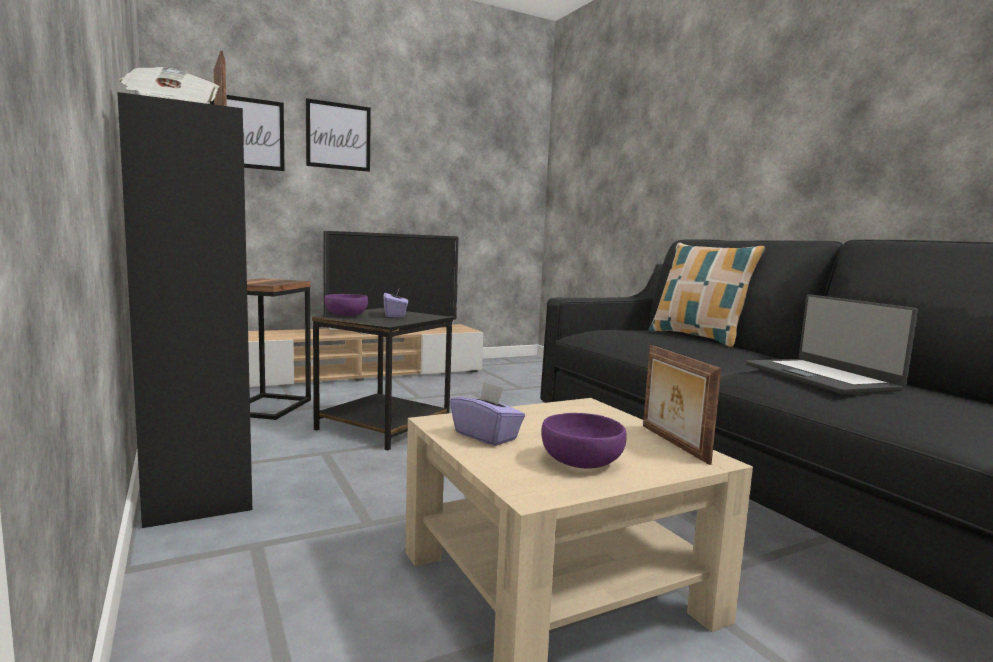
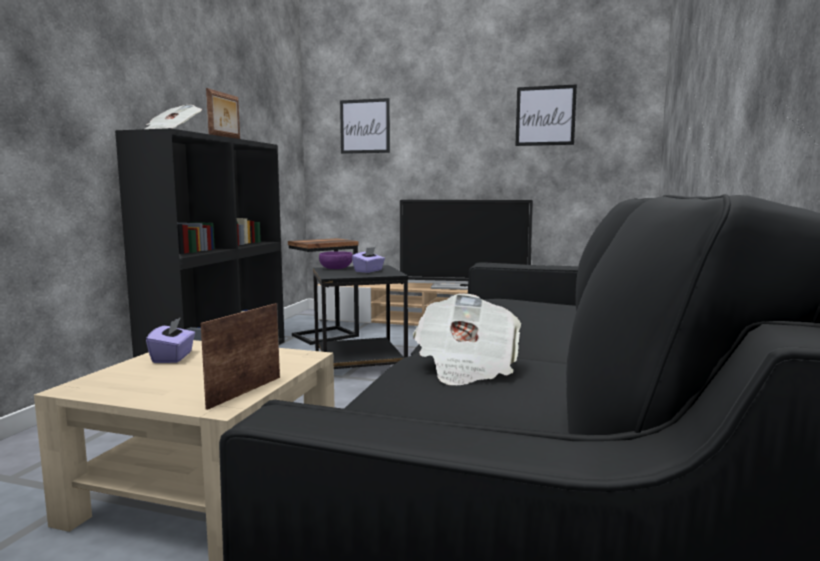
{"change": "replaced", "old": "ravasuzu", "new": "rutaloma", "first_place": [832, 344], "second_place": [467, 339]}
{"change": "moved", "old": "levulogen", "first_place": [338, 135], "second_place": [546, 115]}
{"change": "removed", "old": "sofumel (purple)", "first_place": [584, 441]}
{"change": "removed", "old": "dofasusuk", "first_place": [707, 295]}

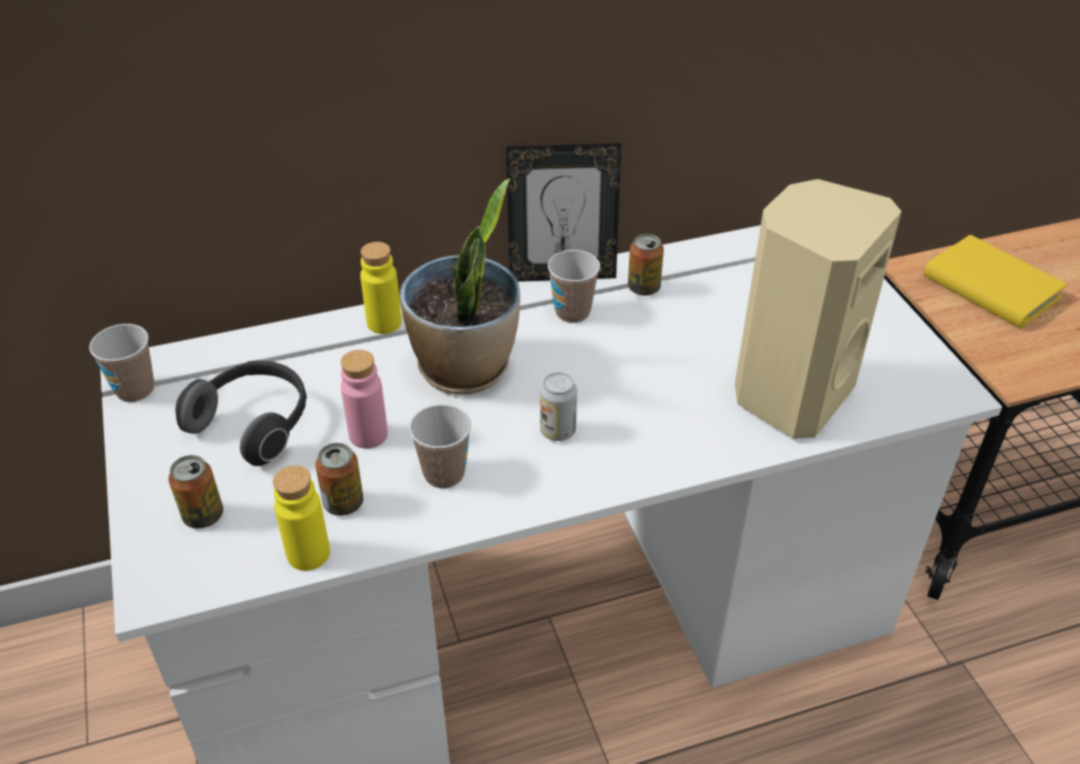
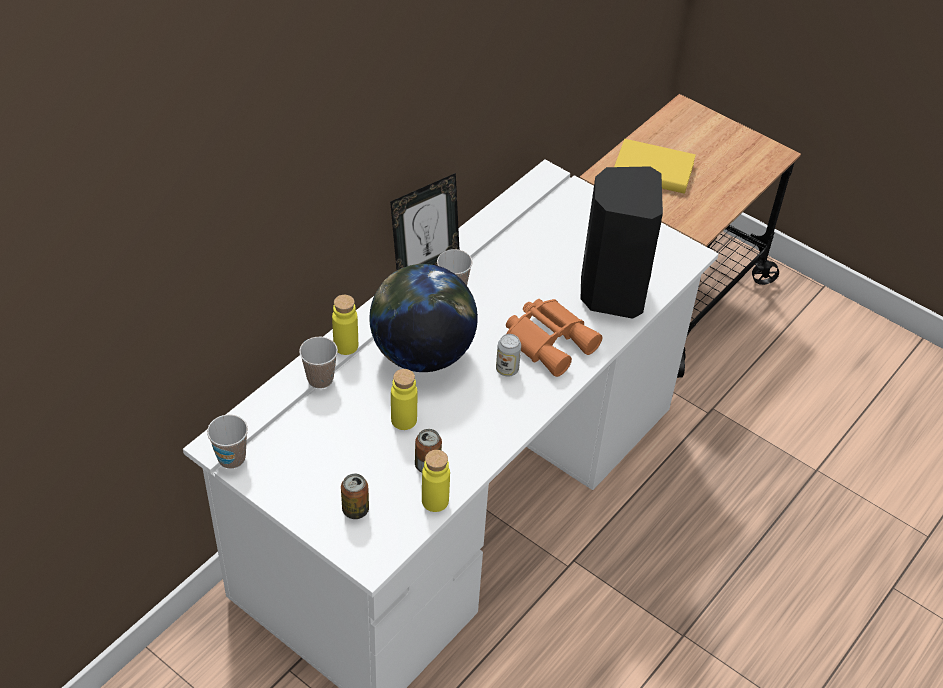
{"change": "moved", "old": "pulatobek", "first_place": [440, 446], "second_place": [318, 363]}
{"change": "replaced", "old": "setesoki", "new": "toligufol", "first_place": [460, 286], "second_place": [423, 318]}
{"change": "recoloured", "old": "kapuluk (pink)", "new": "kapuluk (yellow)", "first_place": [364, 399], "second_place": [404, 399]}
{"change": "added", "new": "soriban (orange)", "second_place": [554, 338]}
{"change": "recoloured", "old": "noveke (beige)", "new": "noveke (black)", "first_place": [818, 309], "second_place": [622, 242]}
{"change": "removed", "old": "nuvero", "first_place": [241, 413]}
{"change": "removed", "old": "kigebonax", "first_place": [646, 265]}

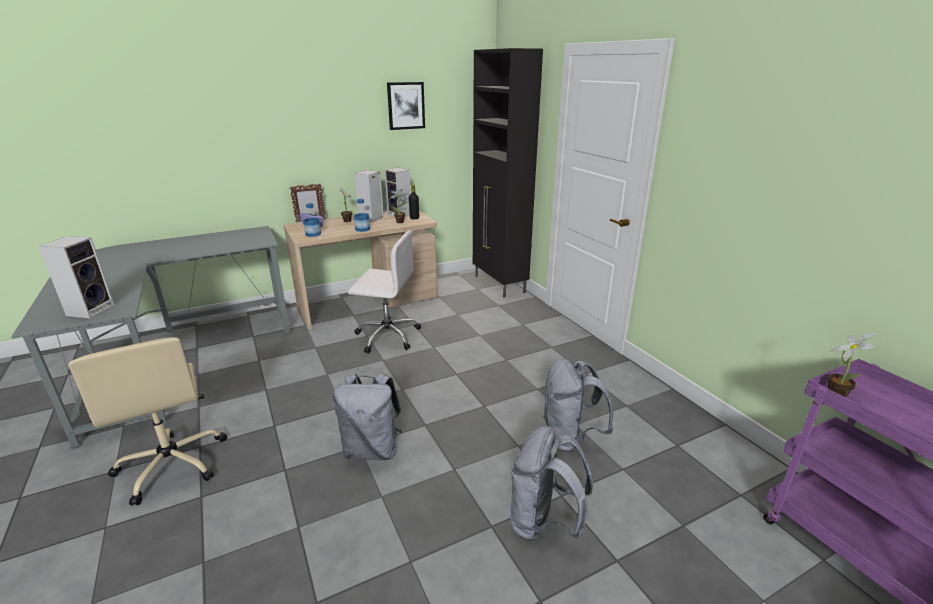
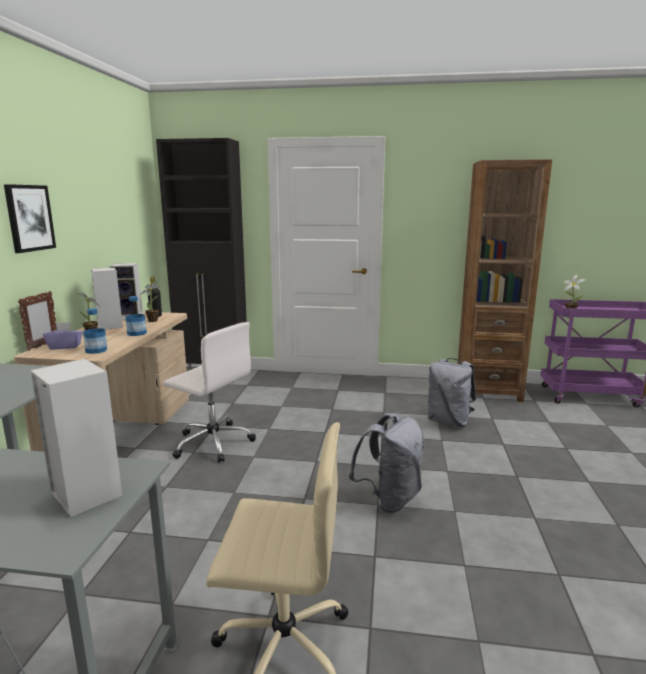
{"change": "moved", "old": "levulogen", "first_place": [406, 106], "second_place": [30, 218]}
{"change": "turned", "old": "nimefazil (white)", "first_place": [384, 292], "second_place": [209, 392], "degrees": 75}
{"change": "added", "new": "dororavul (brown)", "second_place": [505, 280]}
{"change": "removed", "old": "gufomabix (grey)", "first_place": [551, 483]}

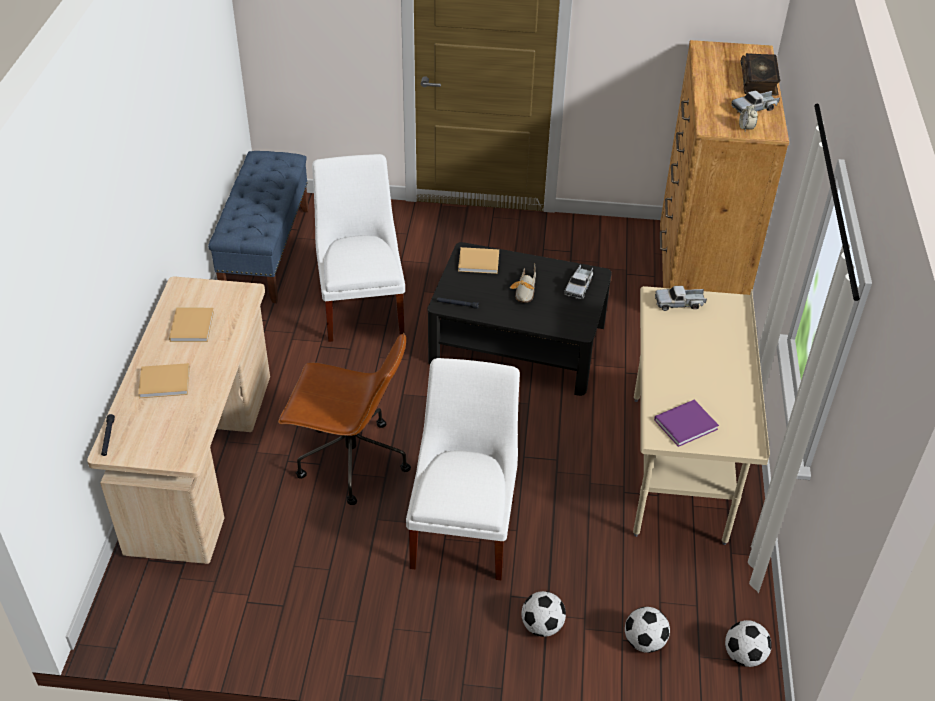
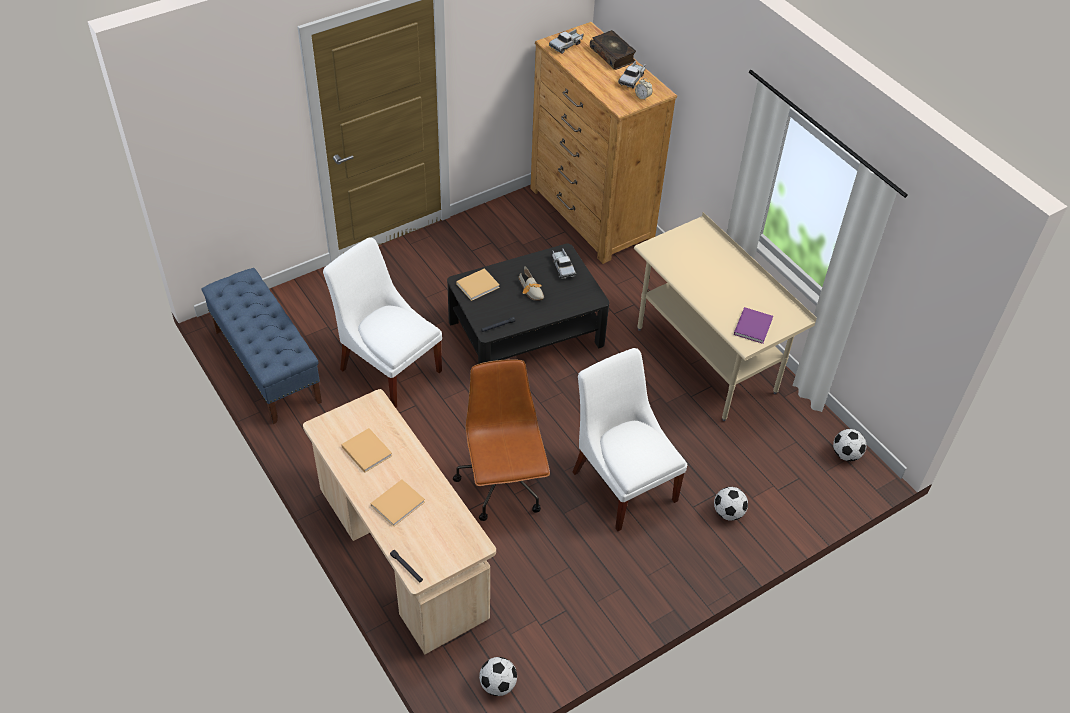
{"change": "turned", "old": "nimefazil (brown)", "first_place": [344, 419], "second_place": [501, 440], "degrees": -75}
{"change": "moved", "old": "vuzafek", "first_place": [647, 630], "second_place": [498, 676]}
{"change": "moved", "old": "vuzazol", "first_place": [681, 298], "second_place": [566, 41]}

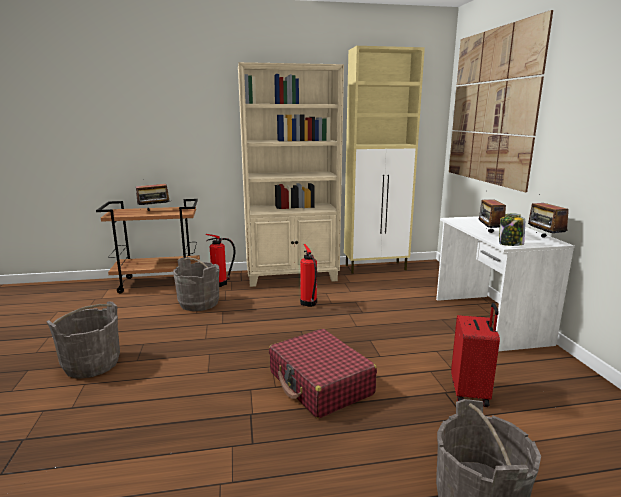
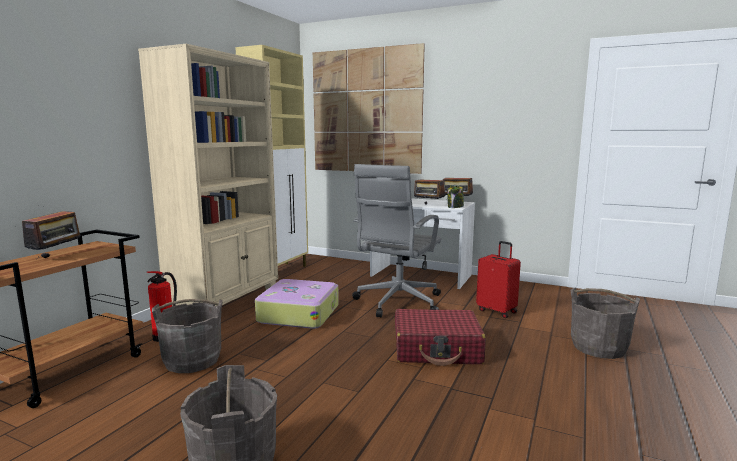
{"change": "replaced", "old": "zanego", "new": "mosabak", "first_place": [308, 275], "second_place": [297, 304]}
{"change": "added", "new": "nimefazil (grey)", "second_place": [396, 240]}

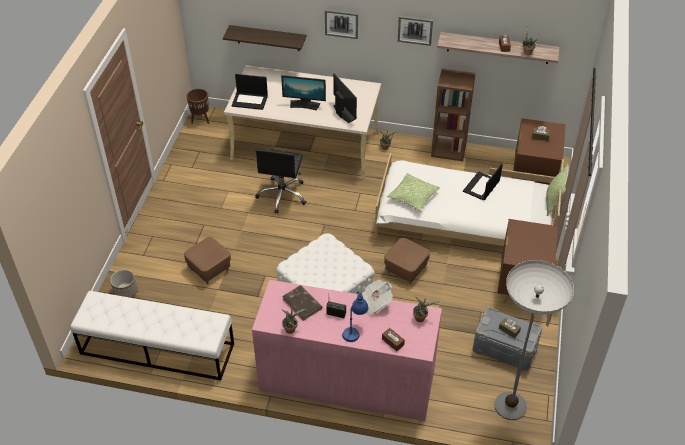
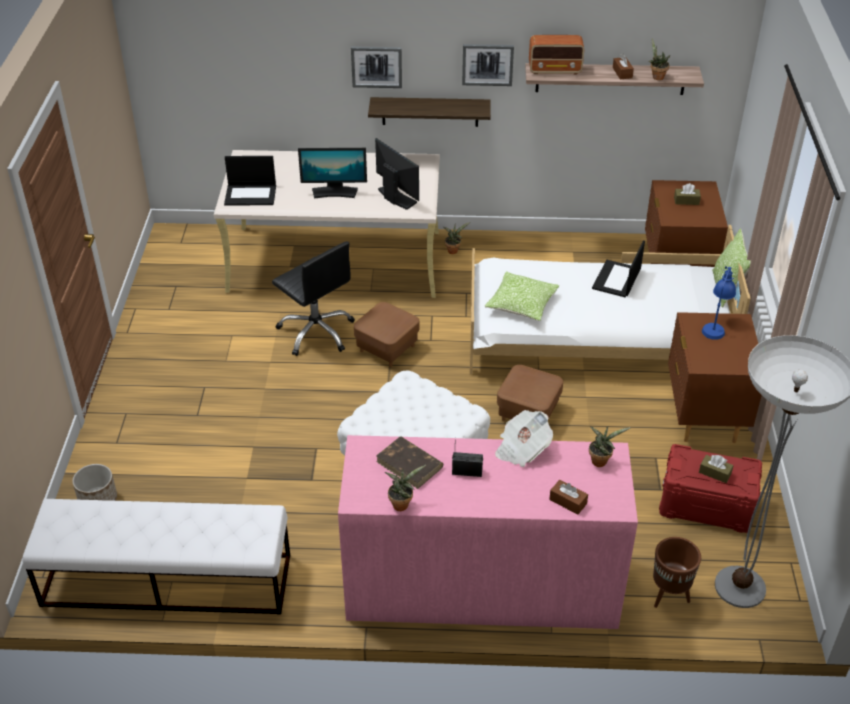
{"change": "turned", "old": "nimefazil (black)", "first_place": [280, 181], "second_place": [313, 298], "degrees": -45}
{"change": "moved", "old": "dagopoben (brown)", "first_place": [207, 260], "second_place": [386, 334]}
{"change": "moved", "old": "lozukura", "first_place": [264, 38], "second_place": [429, 112]}
{"change": "added", "new": "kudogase", "second_place": [556, 54]}
{"change": "moved", "old": "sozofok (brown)", "first_place": [197, 106], "second_place": [677, 572]}
{"change": "recoloured", "old": "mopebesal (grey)", "new": "mopebesal (red)", "first_place": [507, 339], "second_place": [710, 488]}
{"change": "moved", "old": "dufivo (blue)", "first_place": [355, 317], "second_place": [719, 303]}
{"change": "removed", "old": "dororavul (brown)", "first_place": [453, 114]}

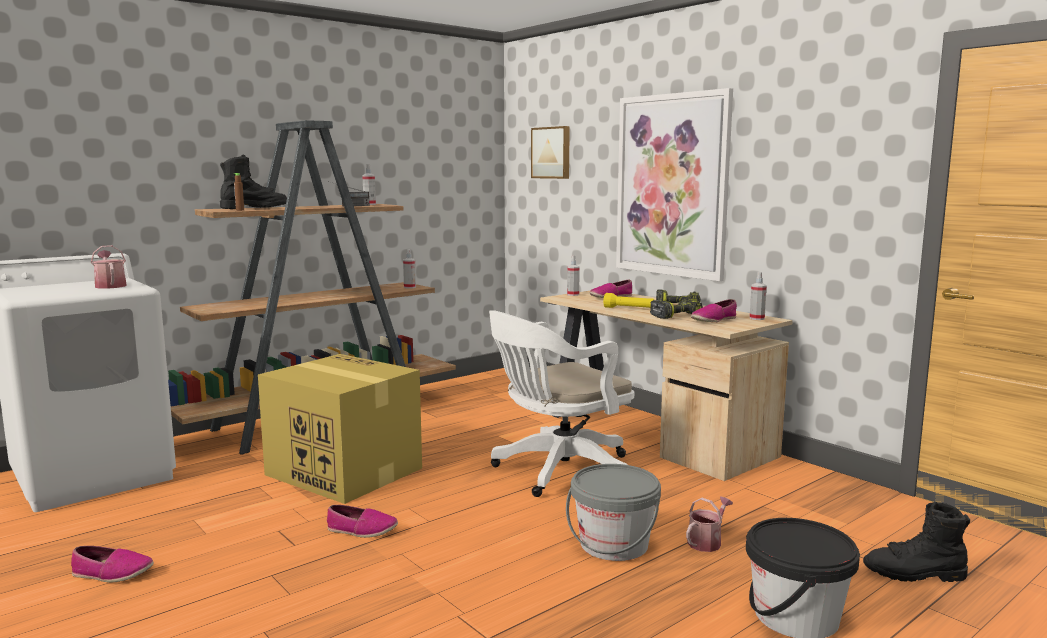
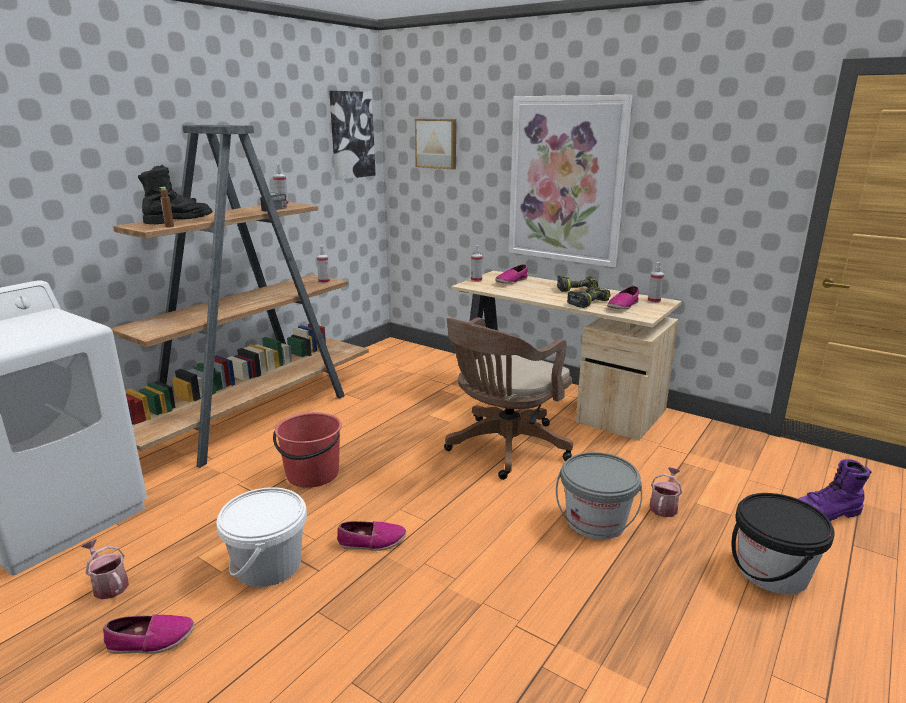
{"change": "moved", "old": "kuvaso", "first_place": [109, 267], "second_place": [105, 569]}
{"change": "added", "new": "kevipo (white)", "second_place": [261, 537]}
{"change": "replaced", "old": "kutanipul", "new": "kevipo (red)", "first_place": [340, 429], "second_place": [307, 450]}
{"change": "added", "new": "levulogen", "second_place": [352, 135]}
{"change": "recoloured", "old": "nimefazil (white)", "new": "nimefazil (brown)", "first_place": [561, 403], "second_place": [508, 398]}
{"change": "recoloured", "old": "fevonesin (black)", "new": "fevonesin (purple)", "first_place": [916, 542], "second_place": [835, 490]}
{"change": "removed", "old": "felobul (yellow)", "first_place": [628, 300]}

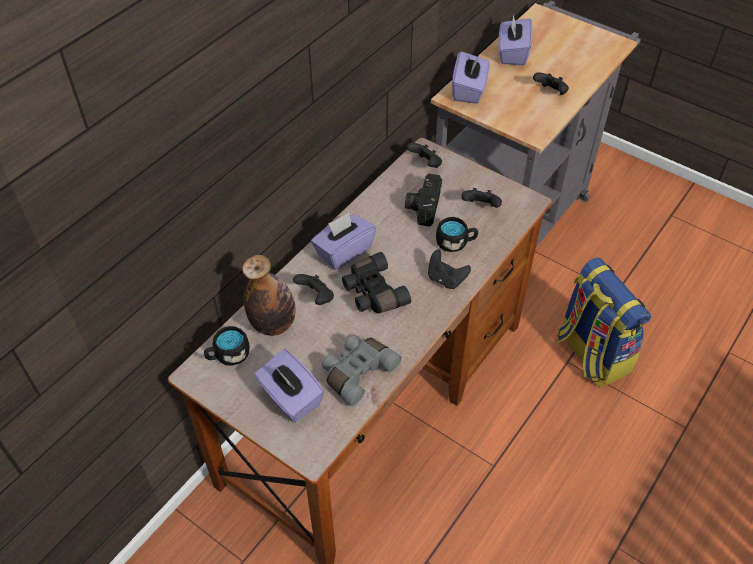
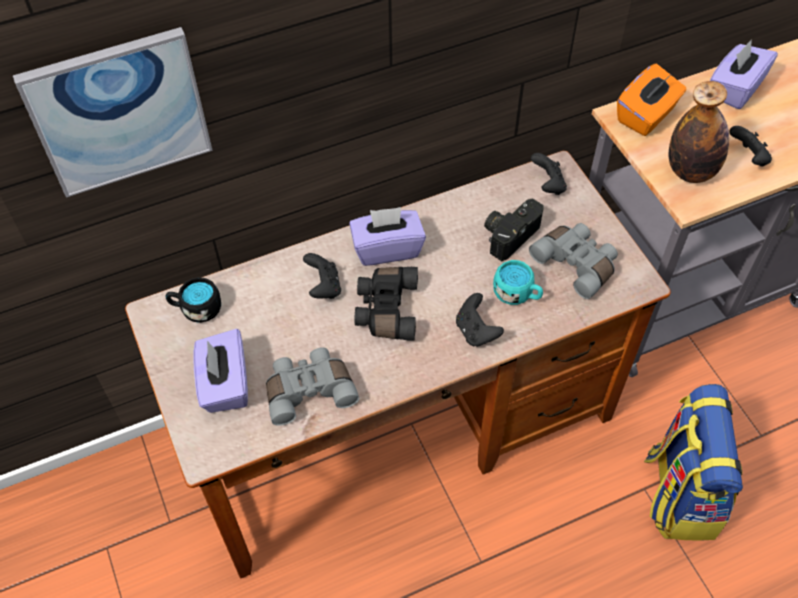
{"change": "added", "new": "levulogen", "second_place": [112, 112]}
{"change": "recoloured", "old": "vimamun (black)", "new": "vimamun (turquoise)", "first_place": [457, 234], "second_place": [518, 282]}
{"change": "replaced", "old": "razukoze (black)", "new": "soriban (grey)", "first_place": [481, 198], "second_place": [573, 261]}
{"change": "recoloured", "old": "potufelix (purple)", "new": "potufelix (orange)", "first_place": [470, 77], "second_place": [651, 100]}
{"change": "moved", "old": "kapuluk", "first_place": [269, 295], "second_place": [699, 132]}

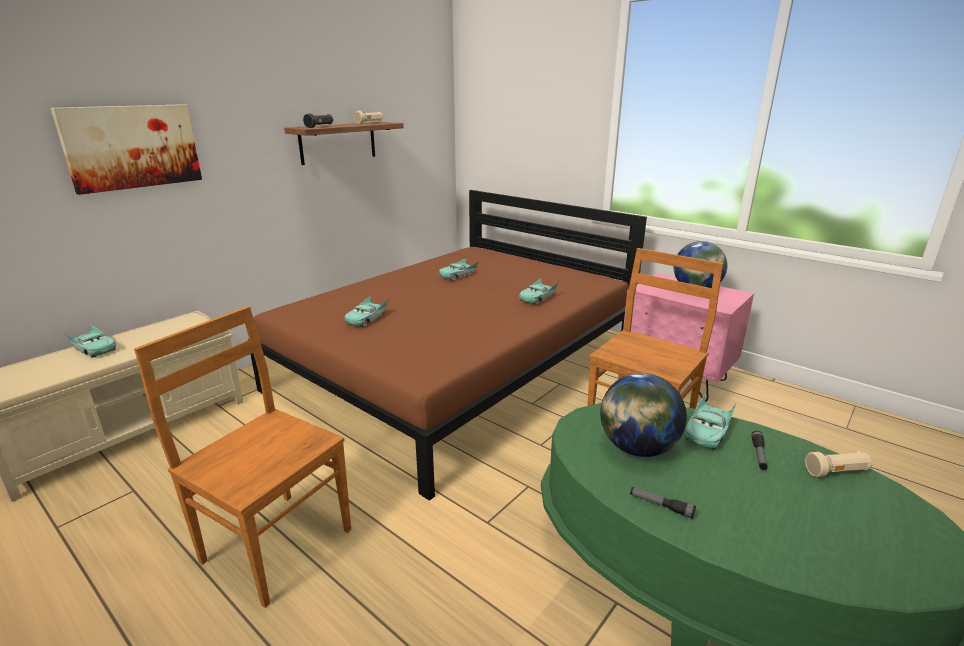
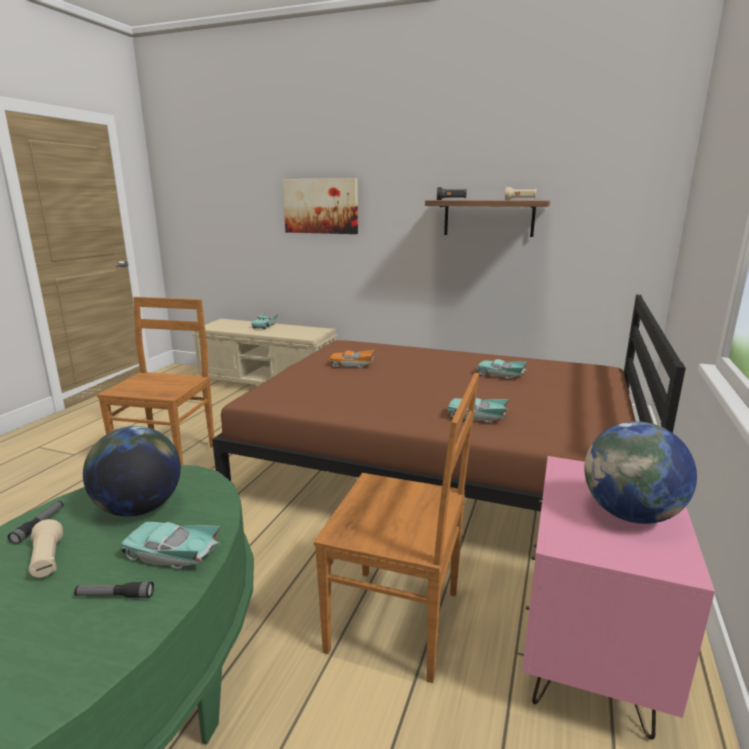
{"change": "moved", "old": "felobul (beige)", "first_place": [838, 464], "second_place": [45, 548]}
{"change": "recoloured", "old": "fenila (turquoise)", "new": "fenila (orange)", "first_place": [366, 311], "second_place": [352, 359]}

